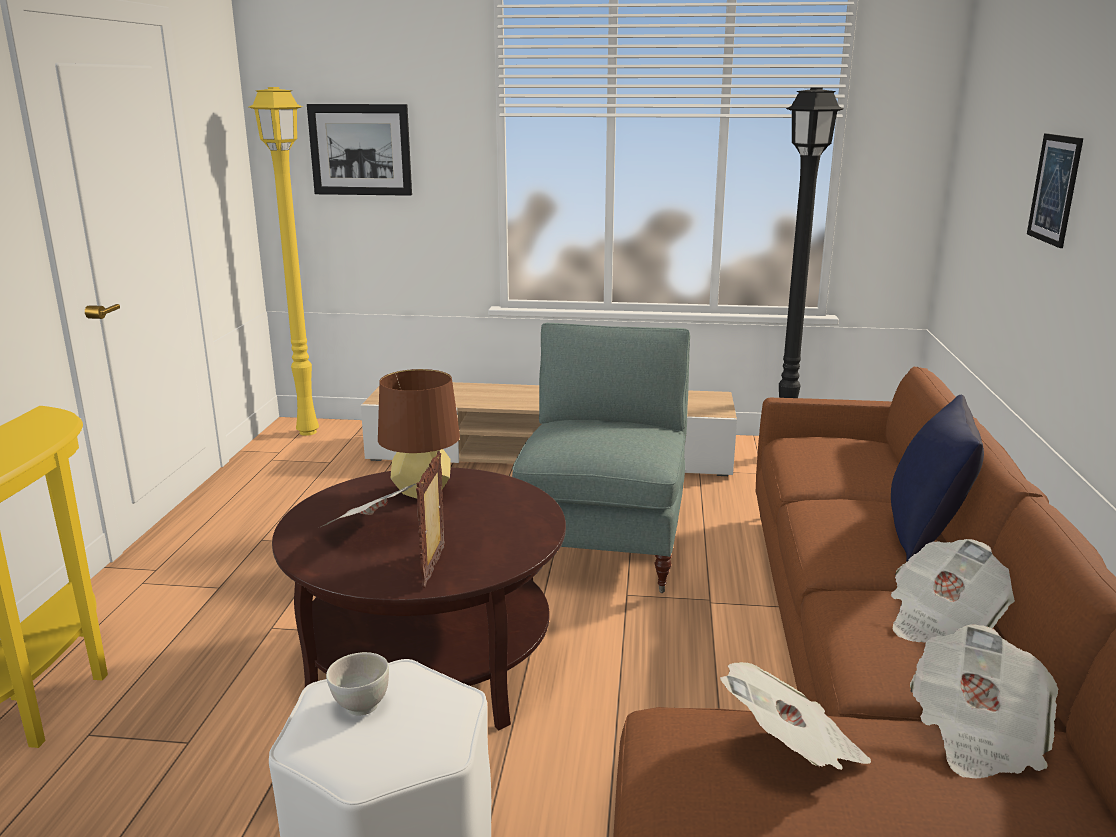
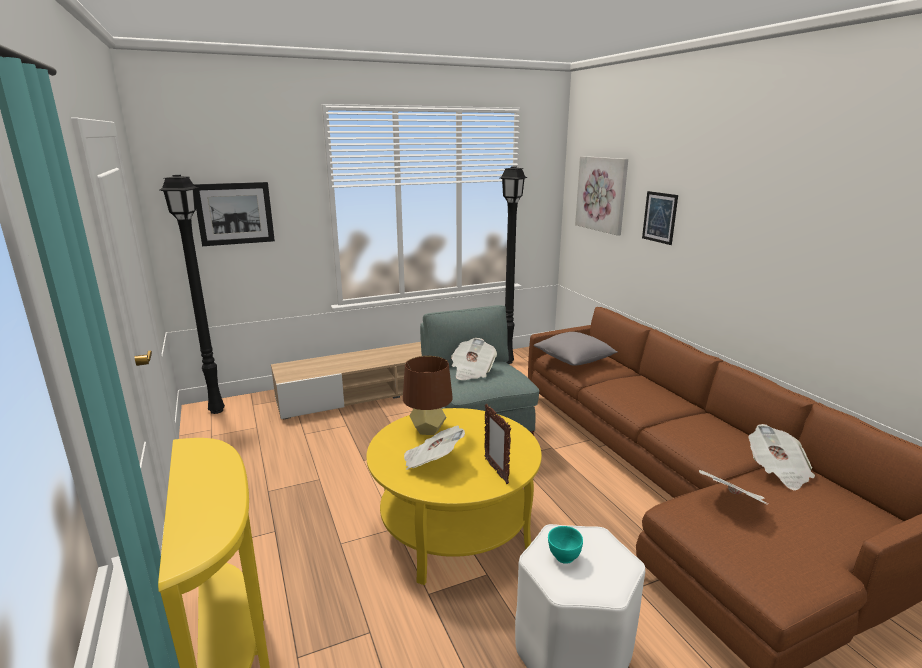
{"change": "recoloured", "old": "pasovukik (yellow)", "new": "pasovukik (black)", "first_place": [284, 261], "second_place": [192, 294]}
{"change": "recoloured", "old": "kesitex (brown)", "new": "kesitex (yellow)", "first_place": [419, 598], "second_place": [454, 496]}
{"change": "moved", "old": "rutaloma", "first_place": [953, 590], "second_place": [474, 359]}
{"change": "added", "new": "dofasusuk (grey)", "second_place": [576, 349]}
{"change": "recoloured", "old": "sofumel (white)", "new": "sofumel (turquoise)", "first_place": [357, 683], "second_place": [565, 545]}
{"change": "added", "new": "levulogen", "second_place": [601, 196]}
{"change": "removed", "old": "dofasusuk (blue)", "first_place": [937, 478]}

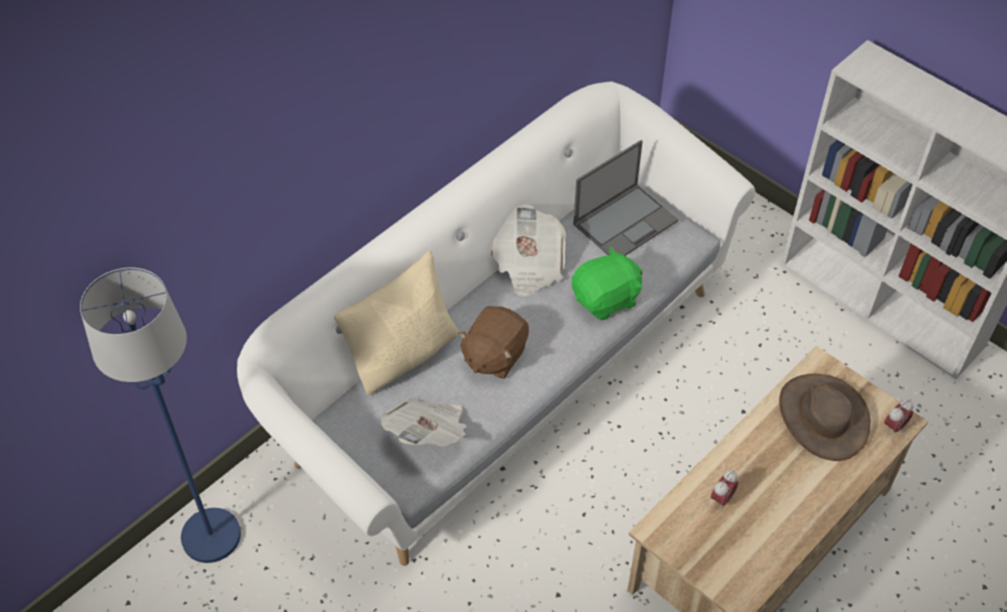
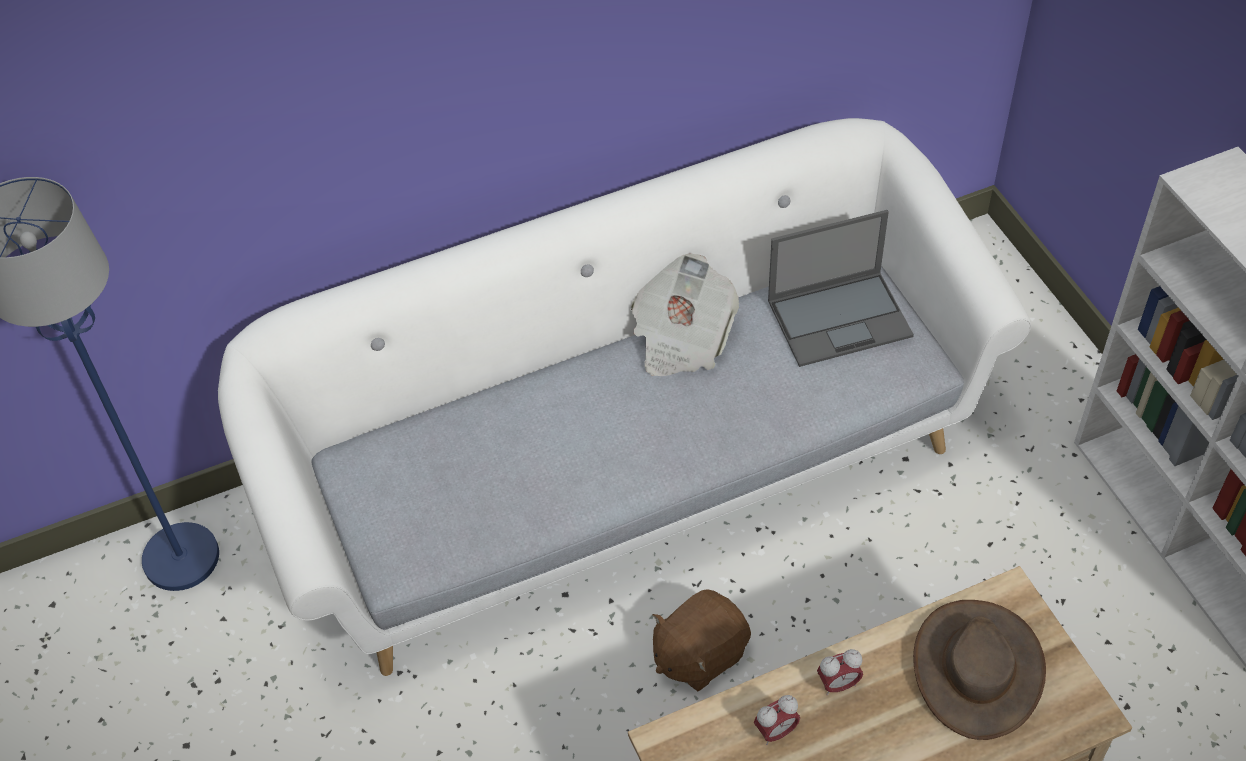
{"change": "moved", "old": "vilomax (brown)", "first_place": [493, 342], "second_place": [701, 640]}
{"change": "moved", "old": "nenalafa", "first_place": [898, 417], "second_place": [840, 672]}
{"change": "removed", "old": "dofasusuk (beige)", "first_place": [396, 323]}
{"change": "removed", "old": "rutaloma", "first_place": [424, 423]}
{"change": "removed", "old": "vilomax (green)", "first_place": [607, 283]}

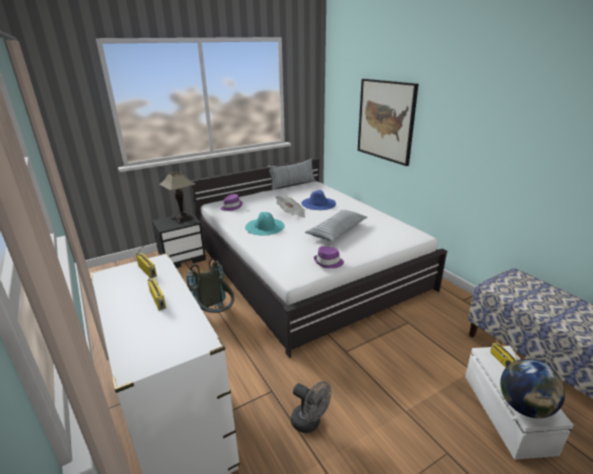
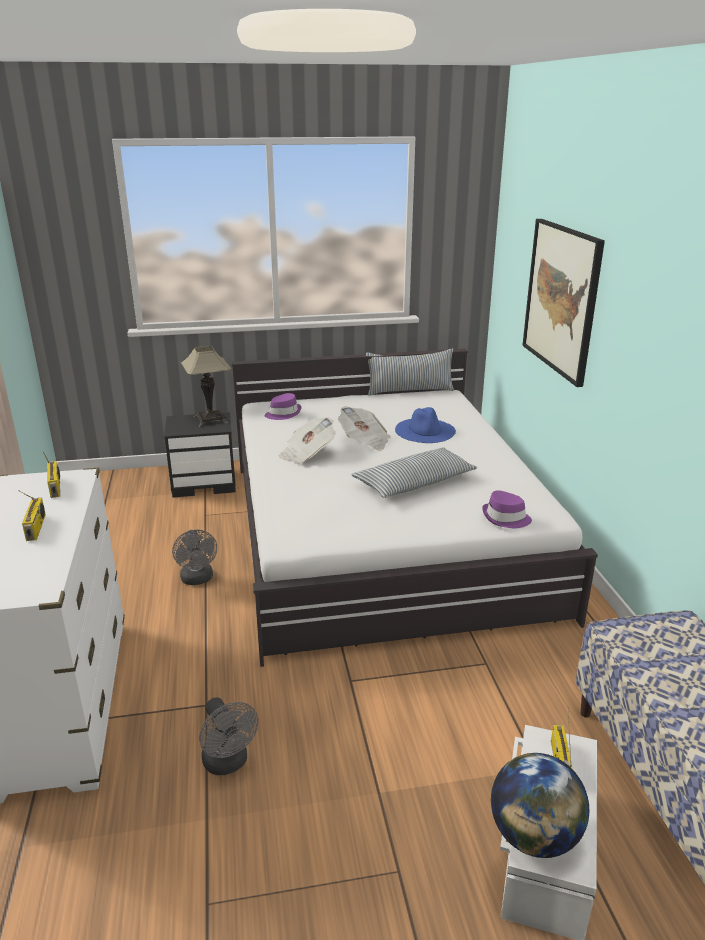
{"change": "replaced", "old": "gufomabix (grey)", "new": "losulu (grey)", "first_place": [210, 285], "second_place": [194, 557]}
{"change": "replaced", "old": "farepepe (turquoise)", "new": "rutaloma", "first_place": [265, 223], "second_place": [307, 440]}
{"change": "moved", "old": "farepepe (purple)", "first_place": [329, 257], "second_place": [507, 509]}

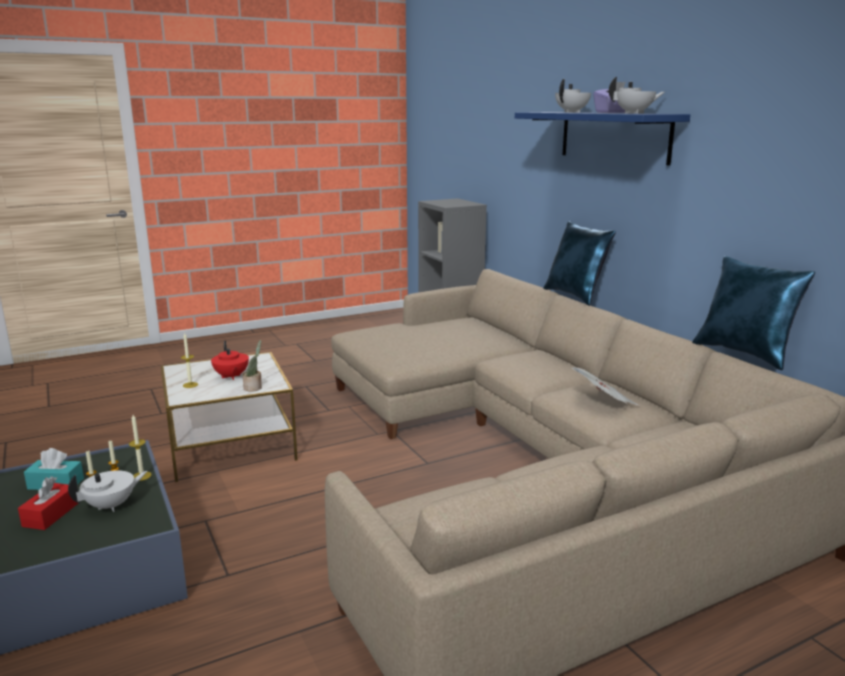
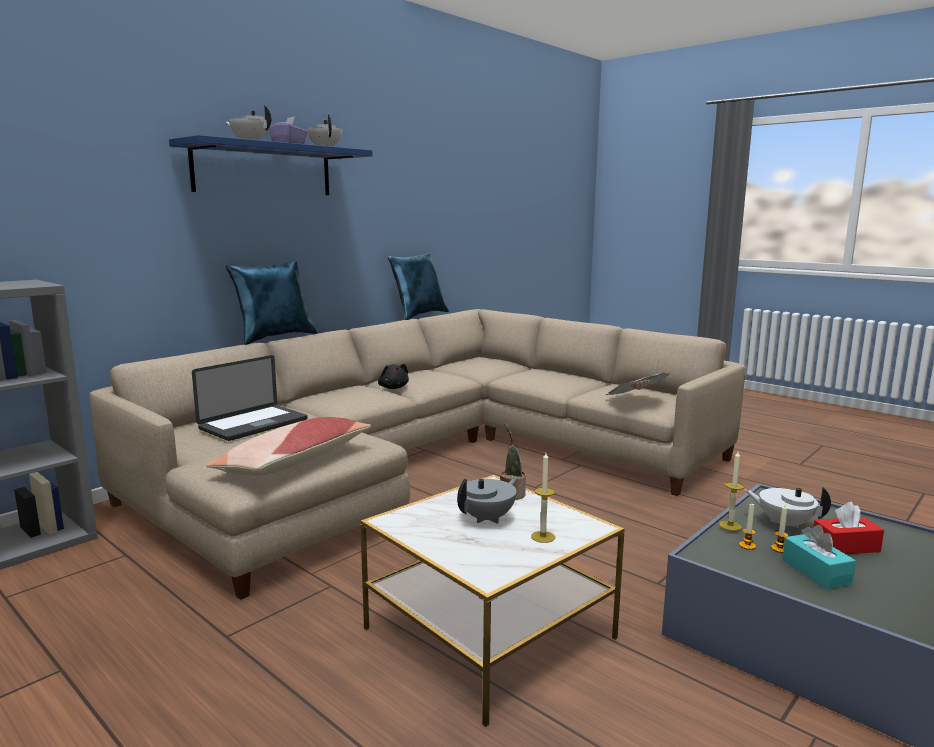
{"change": "added", "new": "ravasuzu", "second_place": [250, 398]}
{"change": "added", "new": "dofasusuk", "second_place": [288, 446]}
{"change": "added", "new": "vilomax (black)", "second_place": [393, 376]}
{"change": "recoloured", "old": "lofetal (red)", "new": "lofetal (grey)", "first_place": [230, 360], "second_place": [487, 501]}
{"change": "moved", "old": "rutaloma", "first_place": [605, 386], "second_place": [638, 384]}

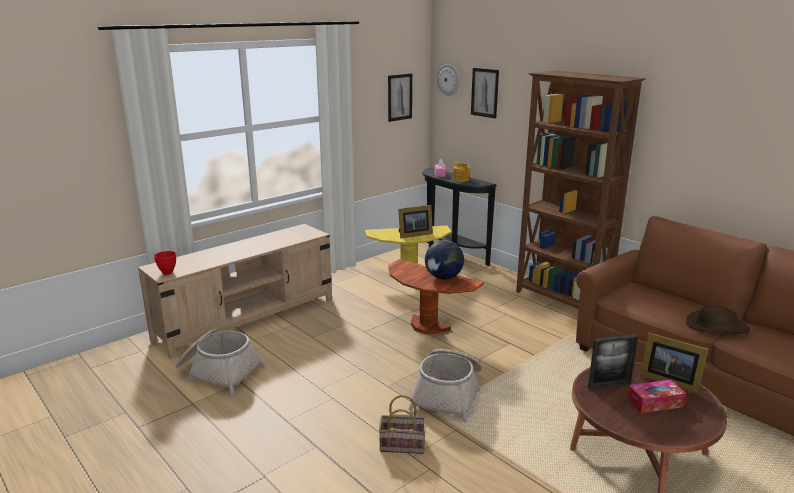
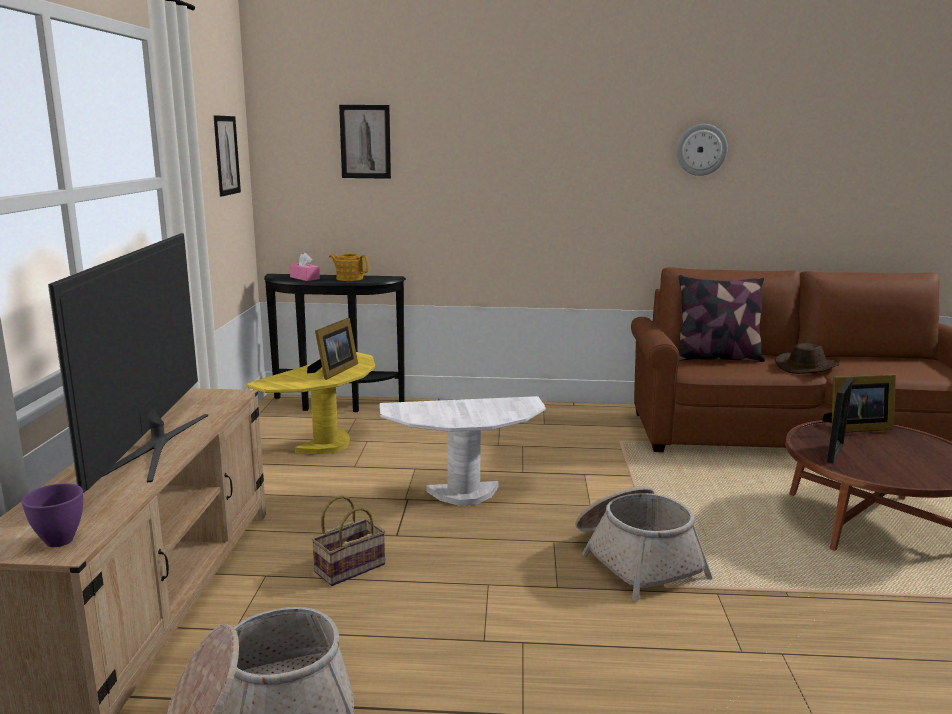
{"change": "recoloured", "old": "sofumel (red)", "new": "sofumel (purple)", "first_place": [165, 263], "second_place": [52, 515]}
{"change": "added", "new": "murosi", "second_place": [128, 363]}
{"change": "moved", "old": "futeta", "first_place": [402, 424], "second_place": [348, 540]}
{"change": "recoloured", "old": "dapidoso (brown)", "new": "dapidoso (white)", "first_place": [436, 296], "second_place": [462, 451]}
{"change": "moved", "old": "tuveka", "first_place": [448, 80], "second_place": [702, 150]}
{"change": "added", "new": "dofasusuk", "second_place": [722, 318]}
{"change": "removed", "old": "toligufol", "first_place": [444, 260]}
{"change": "removed", "old": "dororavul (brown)", "first_place": [581, 189]}
{"change": "removed", "old": "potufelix", "first_place": [656, 396]}

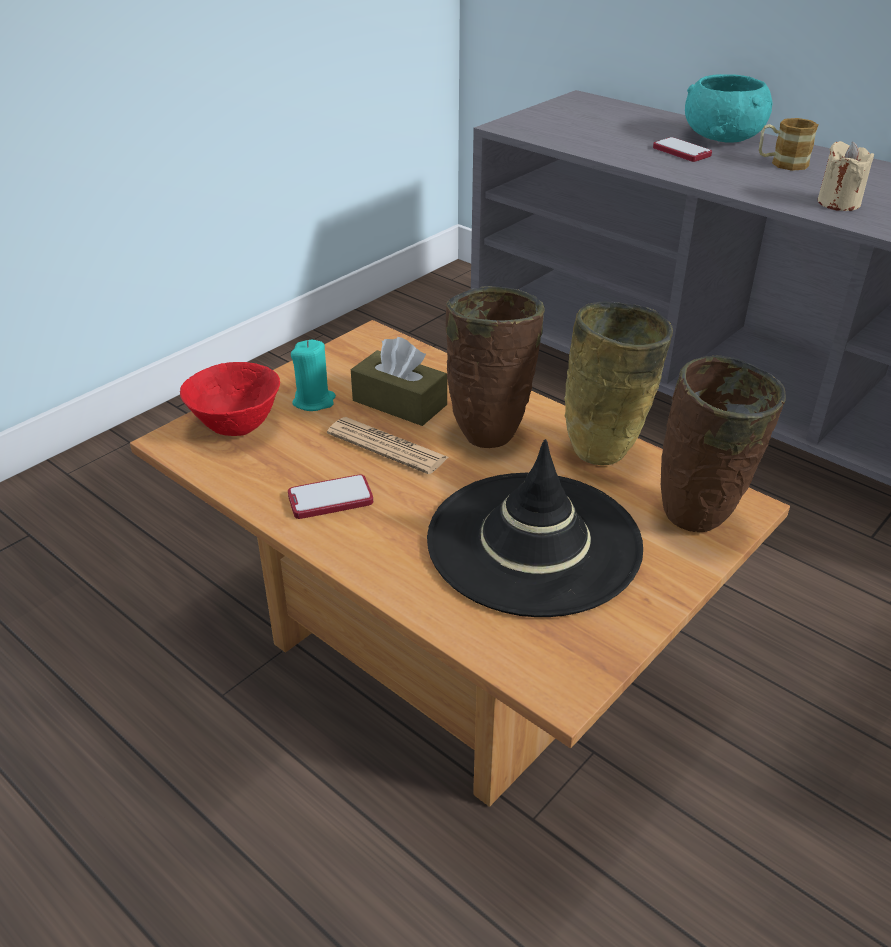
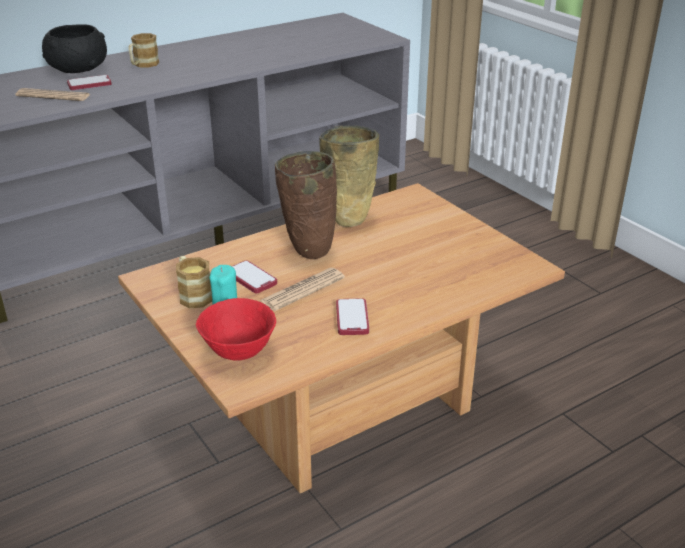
{"change": "added", "new": "rutaloma", "second_place": [53, 94]}
{"change": "recoloured", "old": "sofumel (turquoise)", "new": "sofumel (black)", "first_place": [728, 108], "second_place": [74, 48]}
{"change": "added", "new": "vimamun", "second_place": [194, 282]}
{"change": "replaced", "old": "potufelix (brown)", "new": "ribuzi", "first_place": [399, 381], "second_place": [254, 276]}
{"change": "removed", "old": "farepepe (black)", "first_place": [535, 528]}
{"change": "removed", "old": "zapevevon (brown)", "first_place": [723, 444]}
{"change": "removed", "old": "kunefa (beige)", "first_place": [846, 176]}

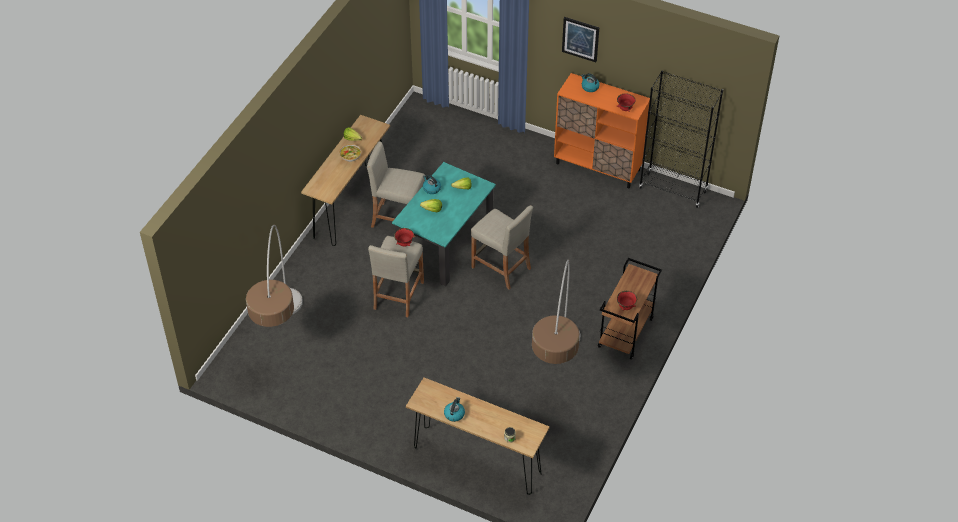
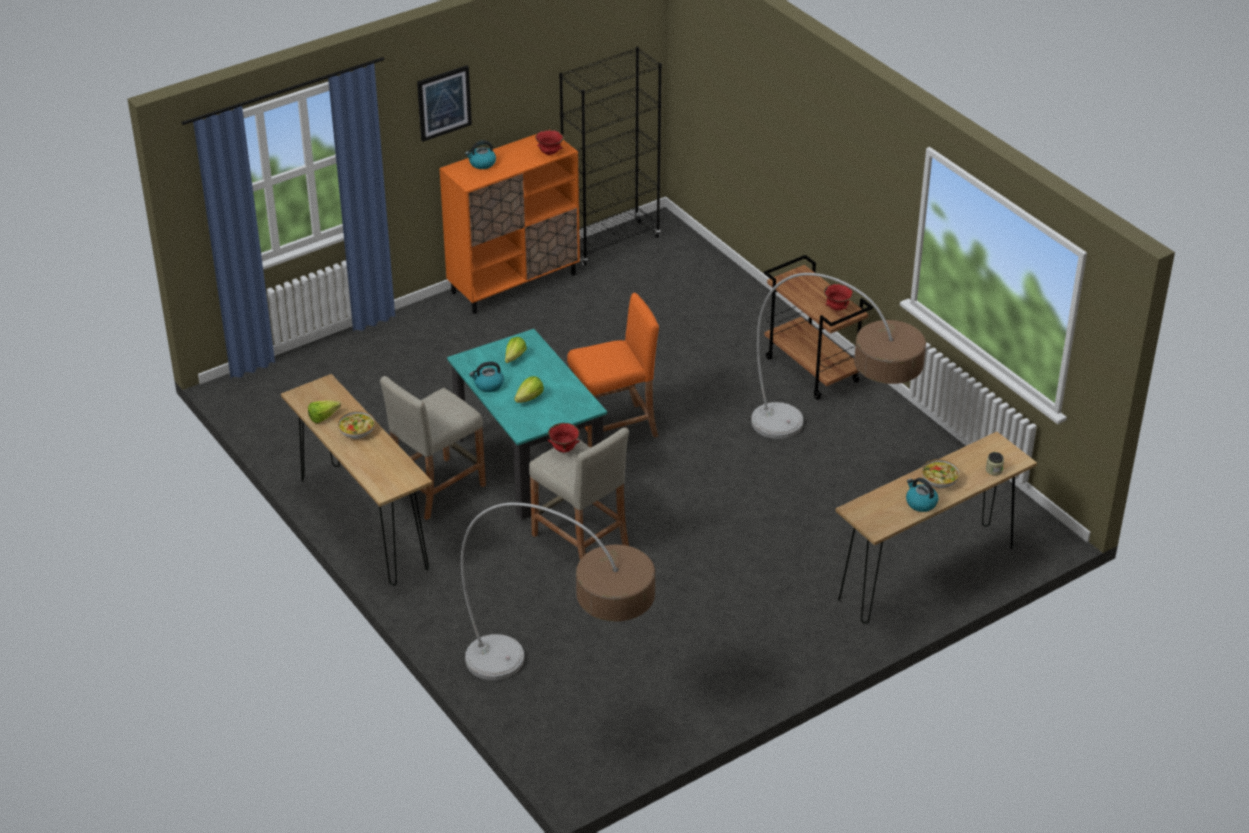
{"change": "recoloured", "old": "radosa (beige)", "new": "radosa (orange)", "first_place": [502, 247], "second_place": [613, 370]}
{"change": "added", "new": "sofumel", "second_place": [941, 474]}

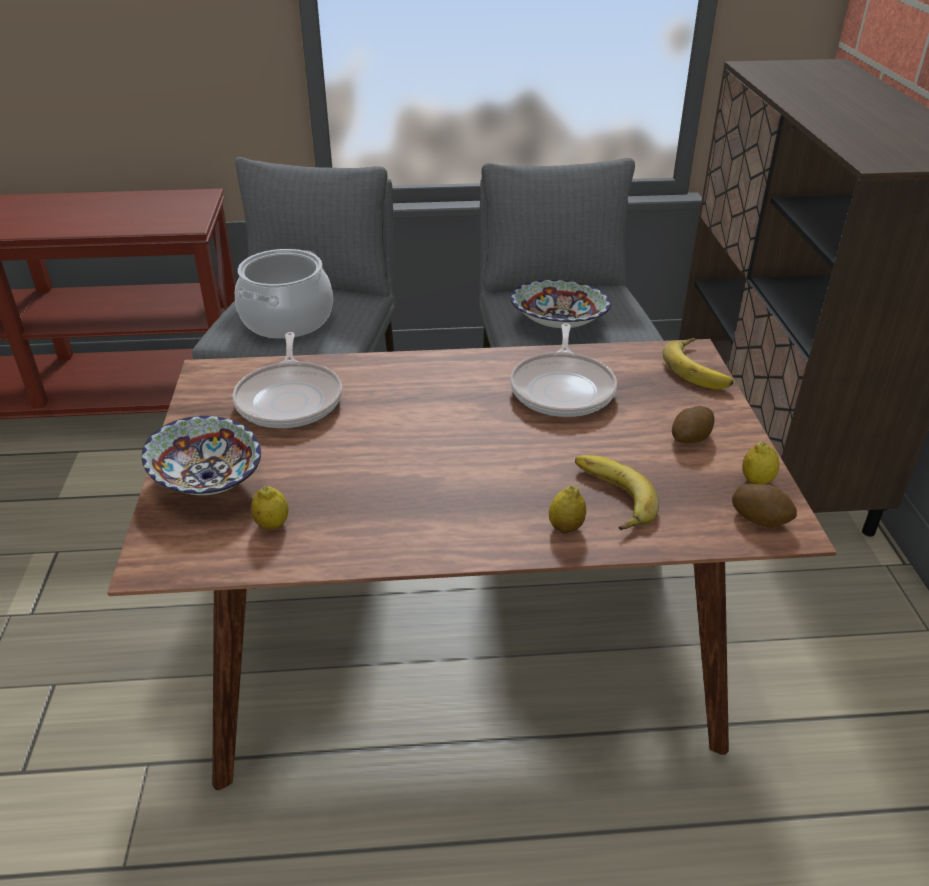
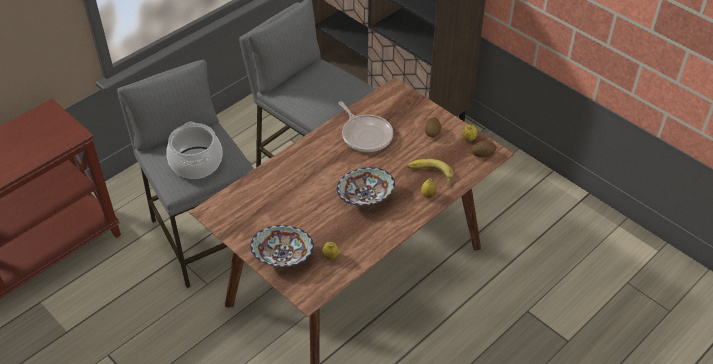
{"change": "moved", "old": "sofumel", "first_place": [560, 304], "second_place": [366, 186]}
{"change": "removed", "old": "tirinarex", "first_place": [287, 380]}
{"change": "removed", "old": "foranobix", "first_place": [698, 363]}

